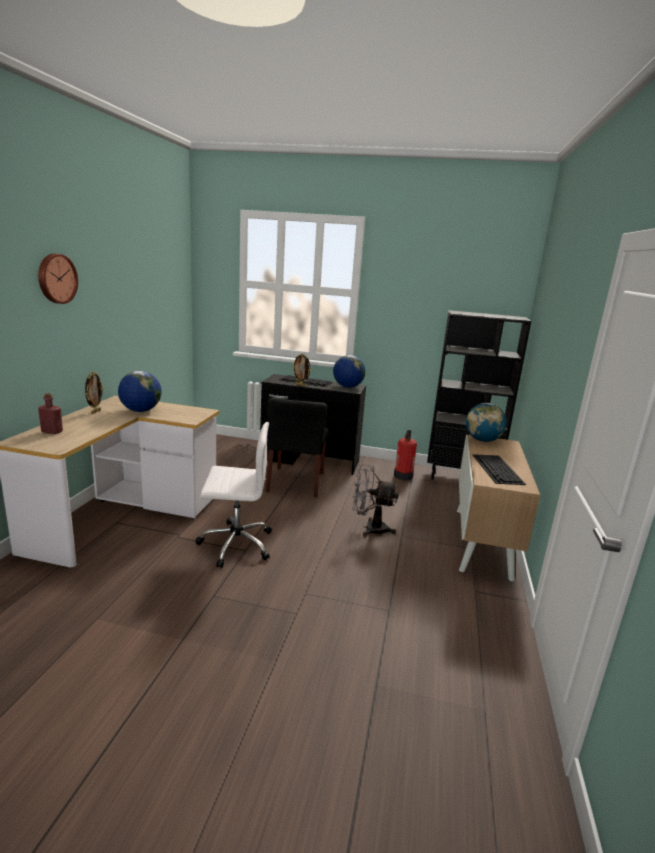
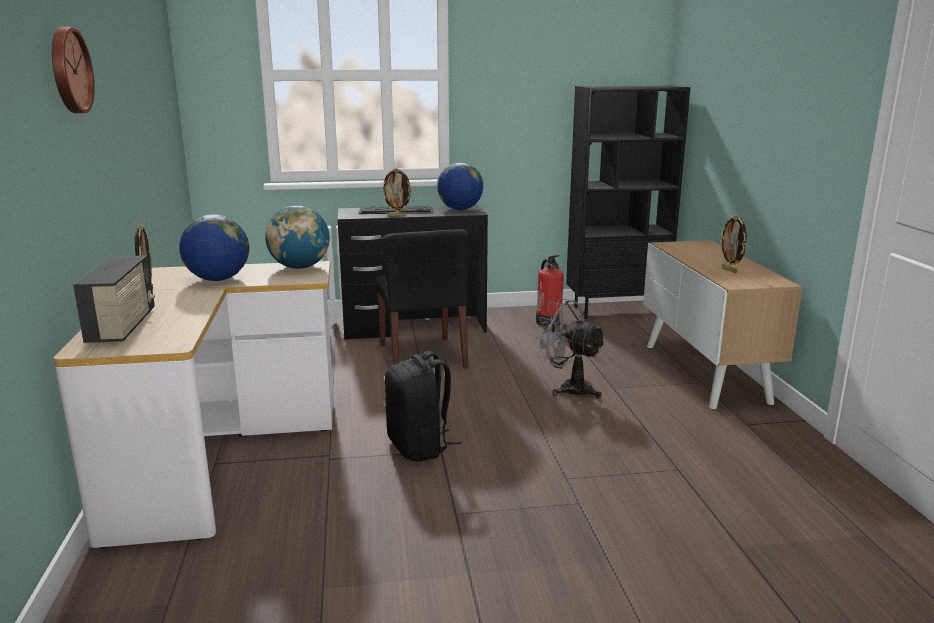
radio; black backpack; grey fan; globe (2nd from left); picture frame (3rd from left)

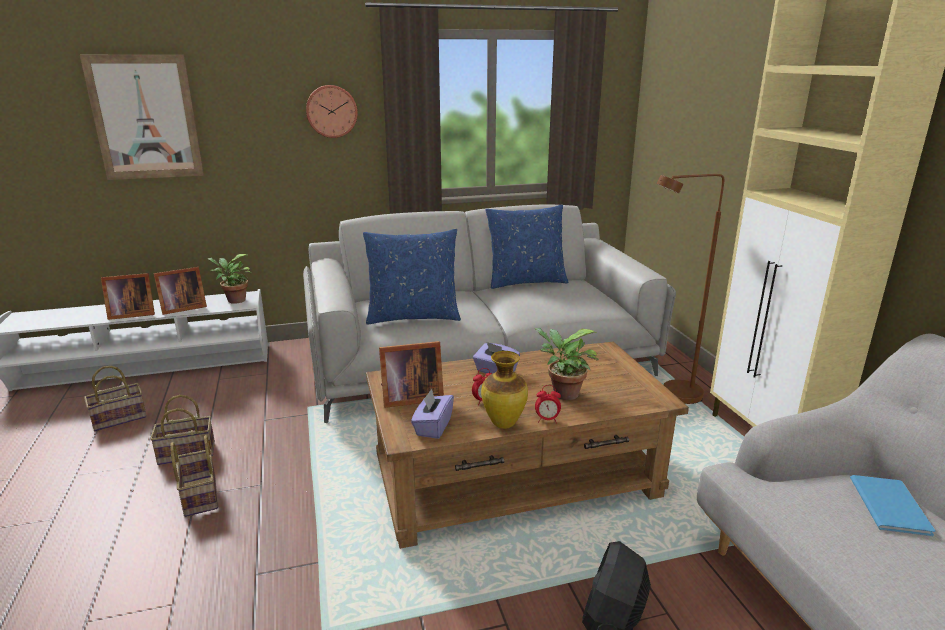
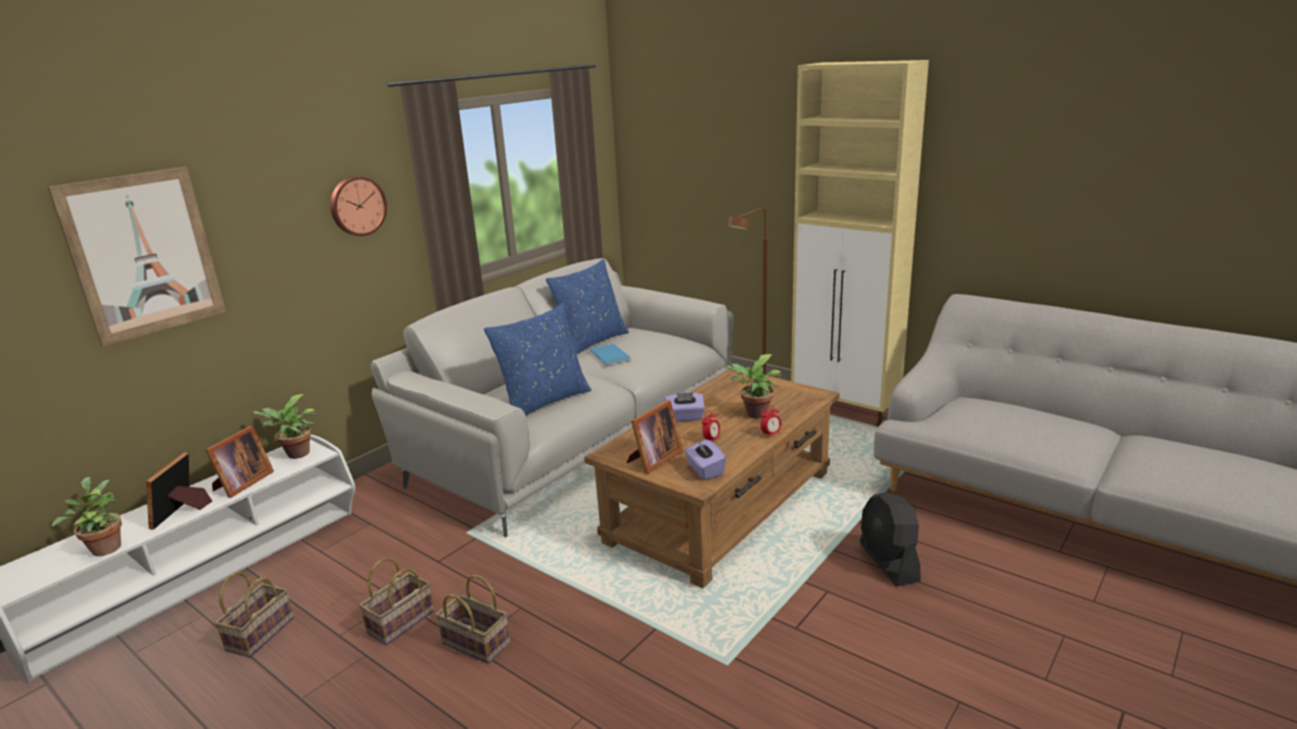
picture frame (1st from left); vase; blue book; potted plant (1st from left)

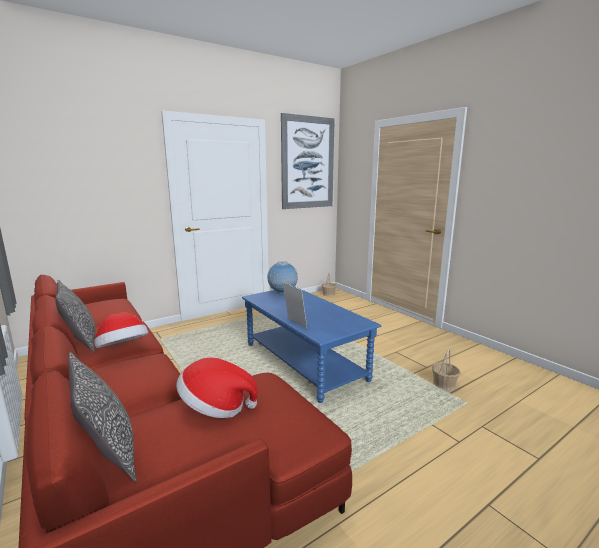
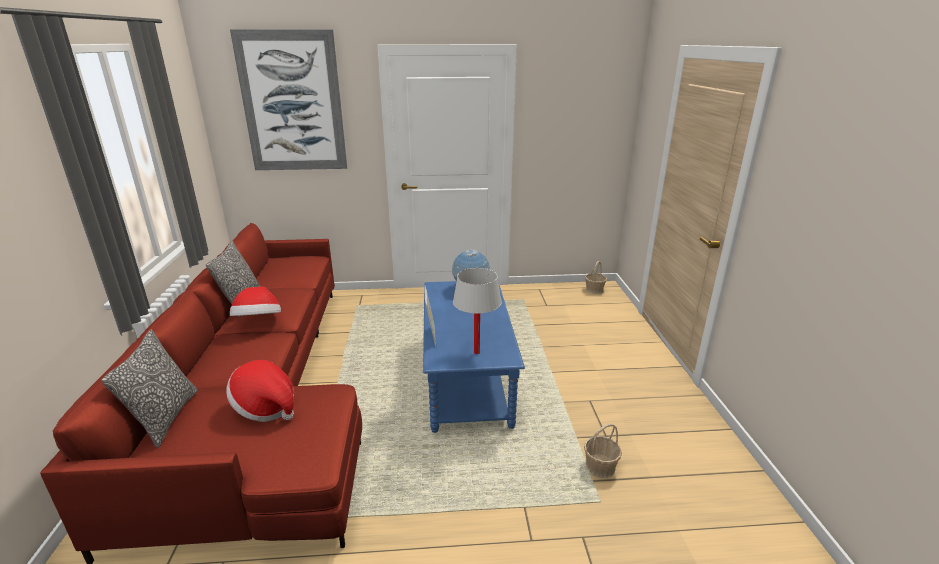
picture; white table lamp

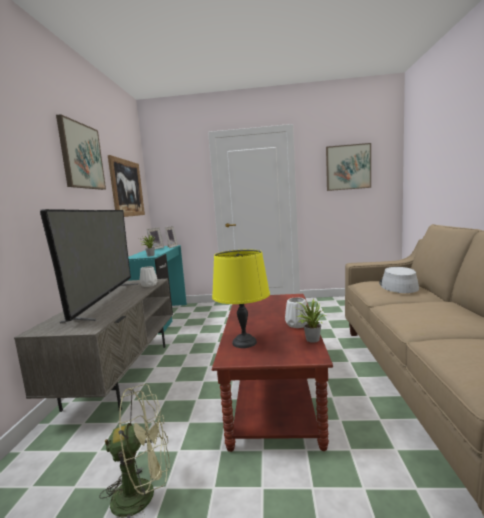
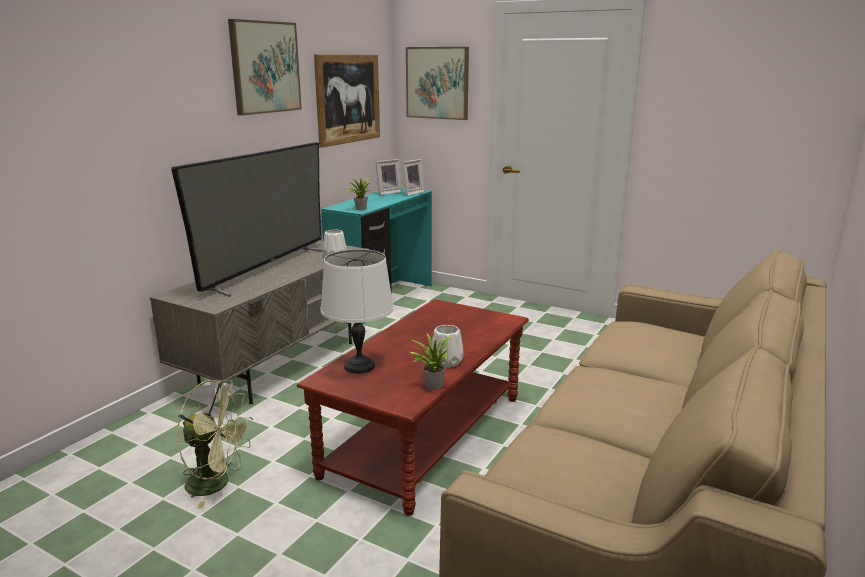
white table lamp; picture (3rd from left); grey hat

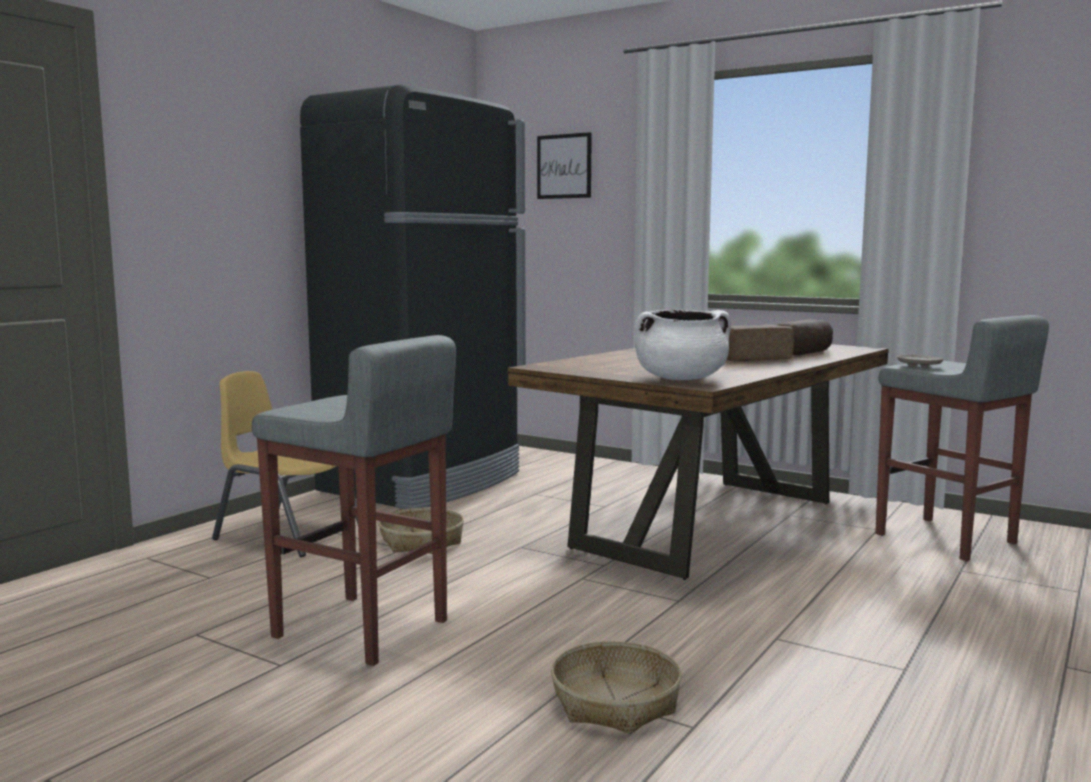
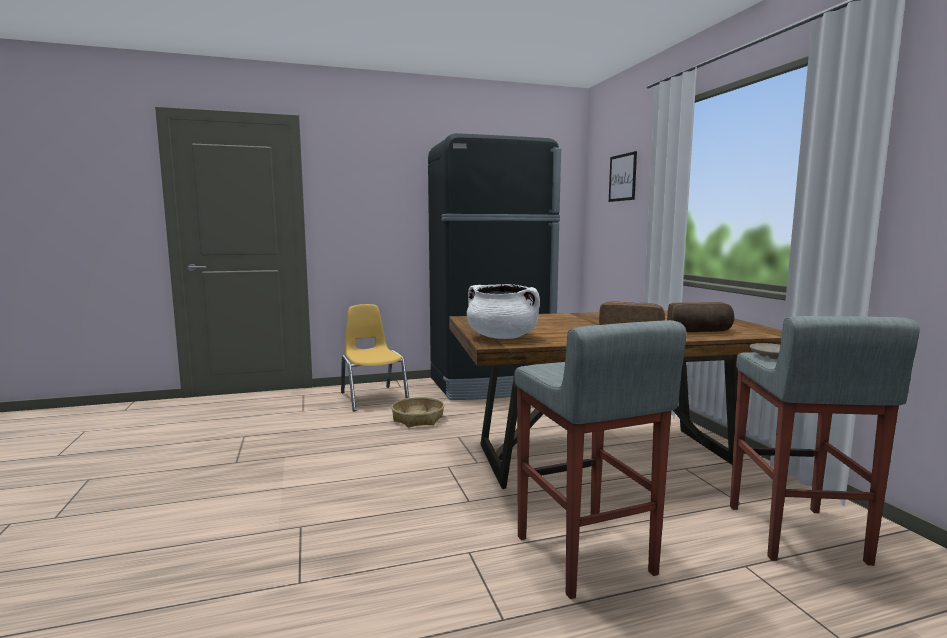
grey stool (1st from left); basket (2nd from left in the first image)

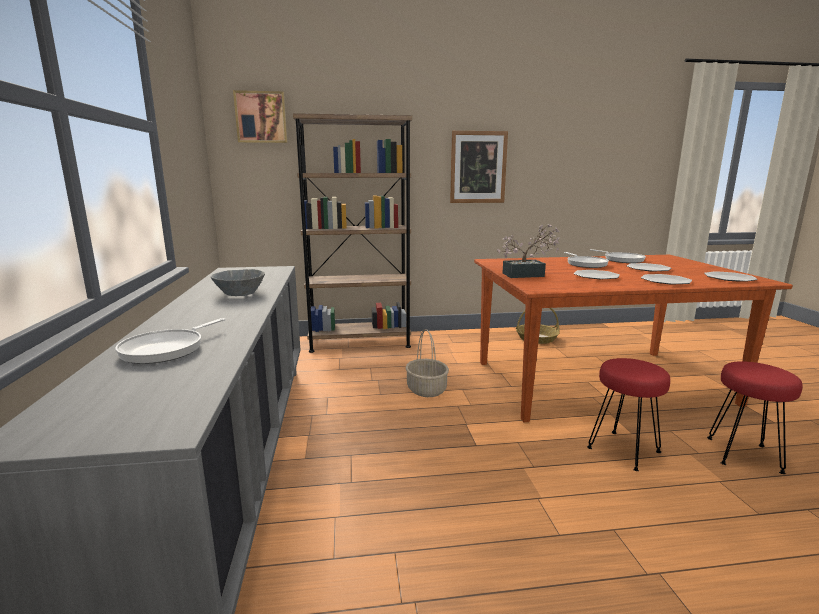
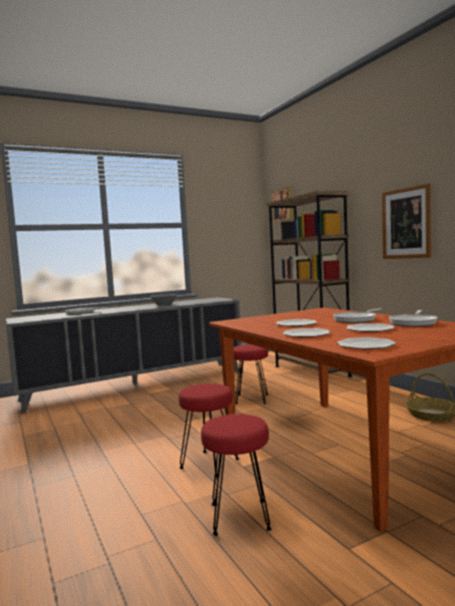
red stool (3rd from left); potted plant

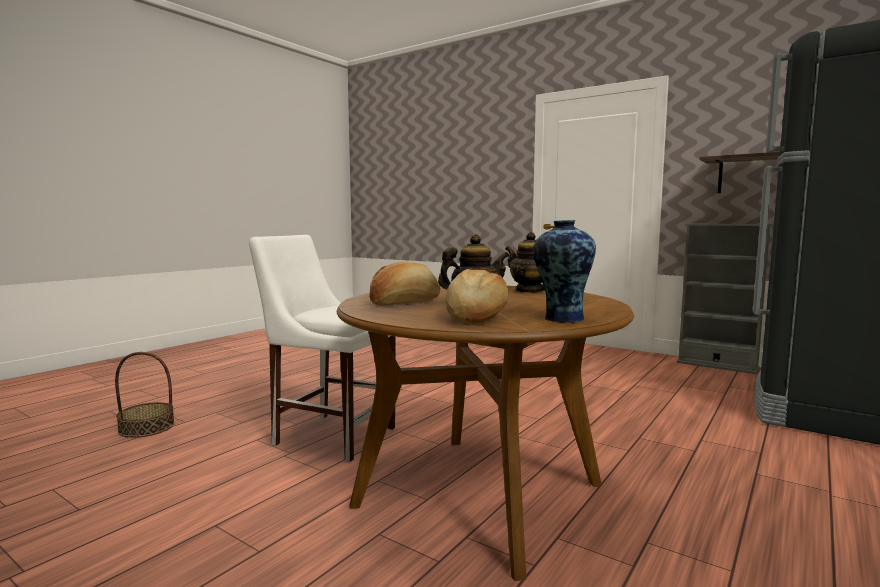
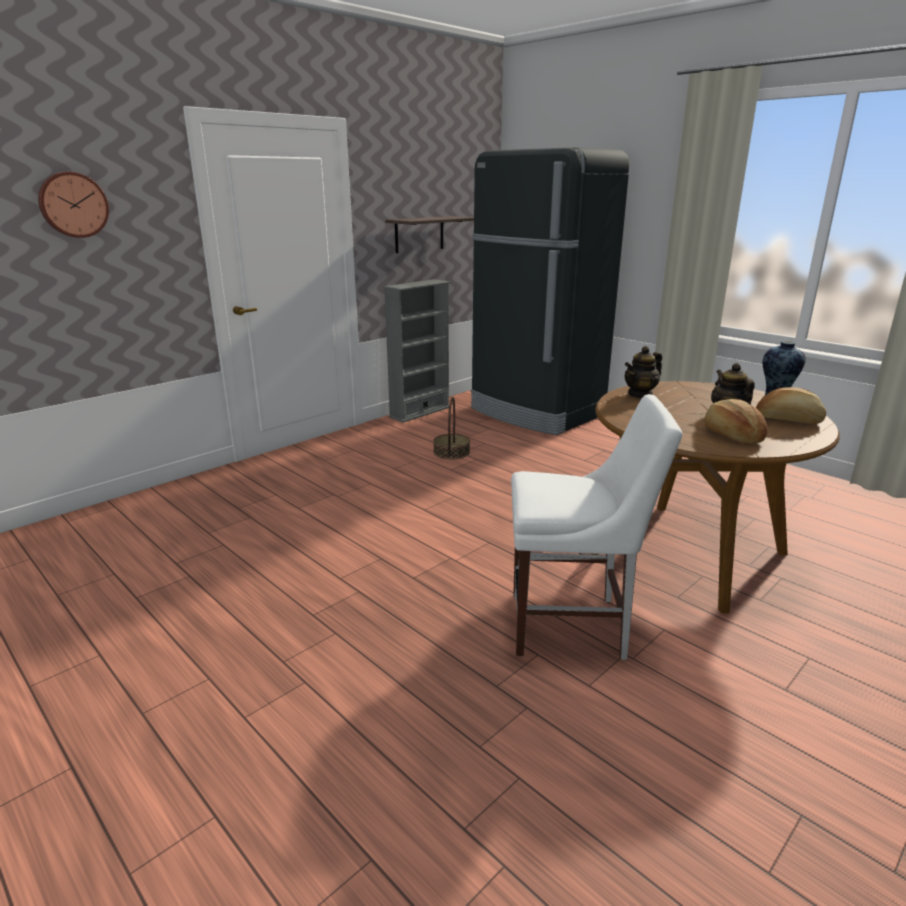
basket; white chair; wall clock

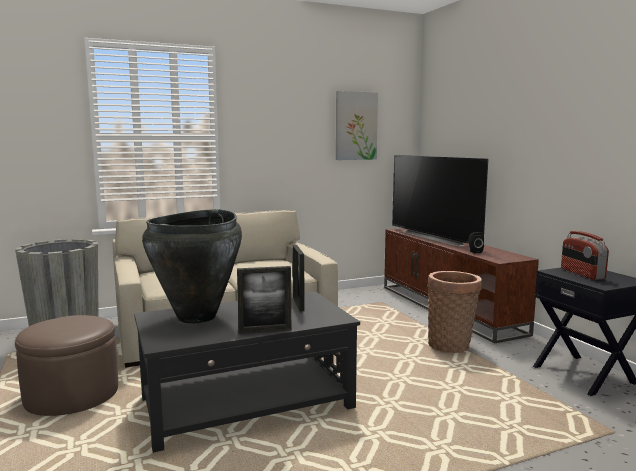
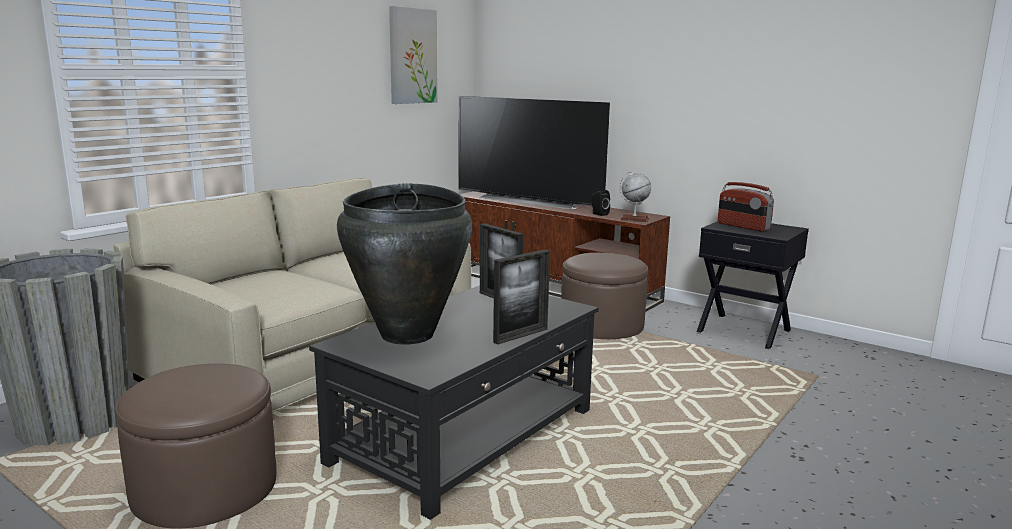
brown ottoman (2nd from left); globe

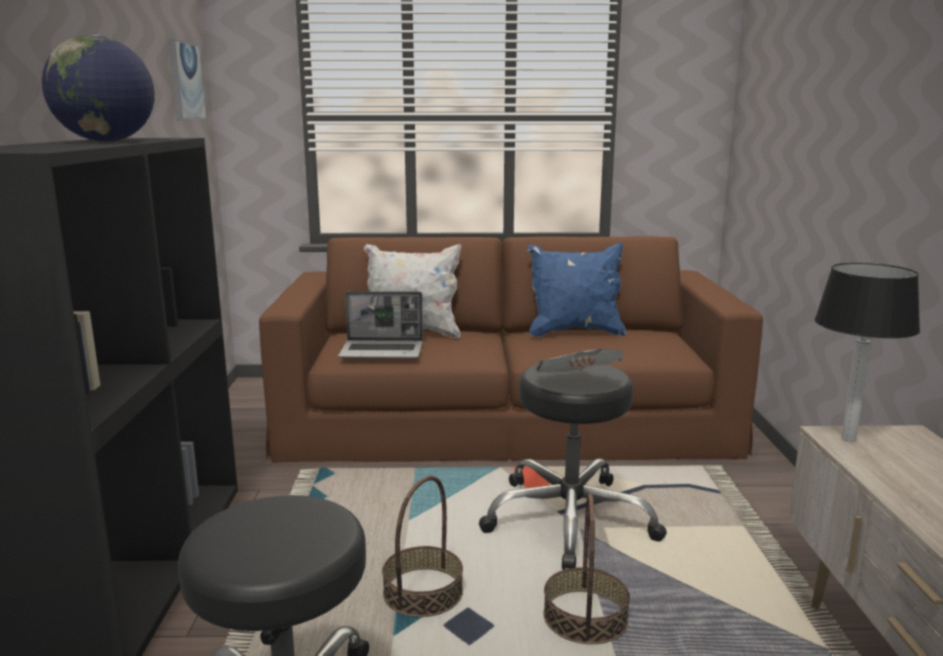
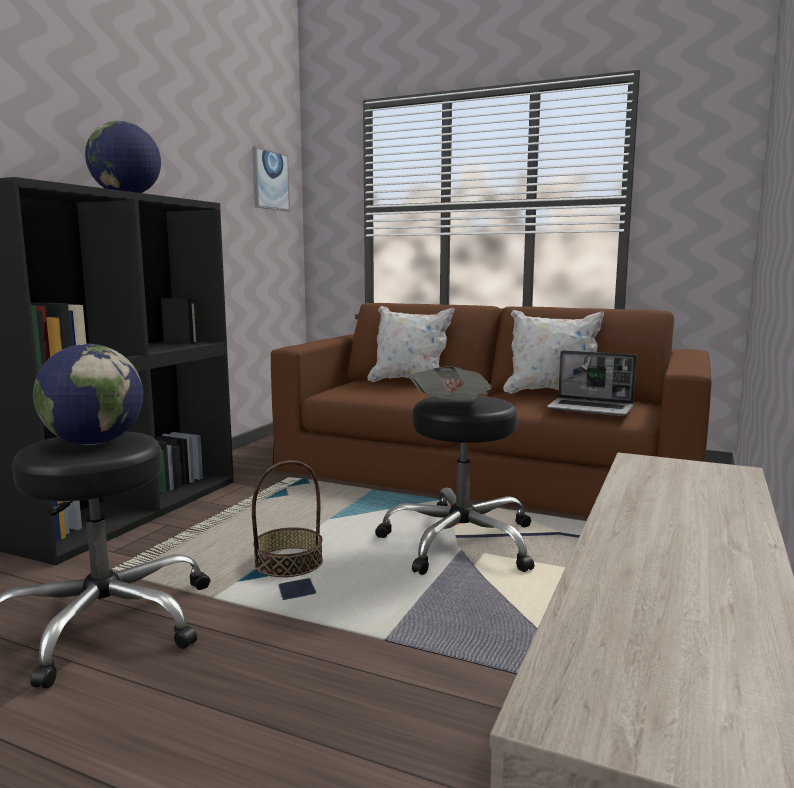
laptop; white pillow (2nd from left); basket (2nd from left in the first image); table lamp; globe (1st from left)

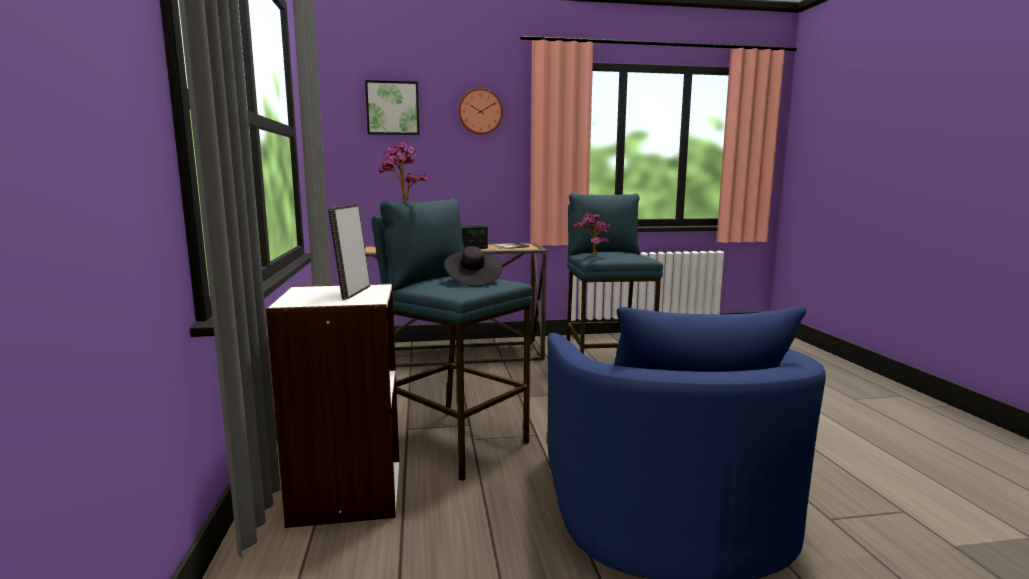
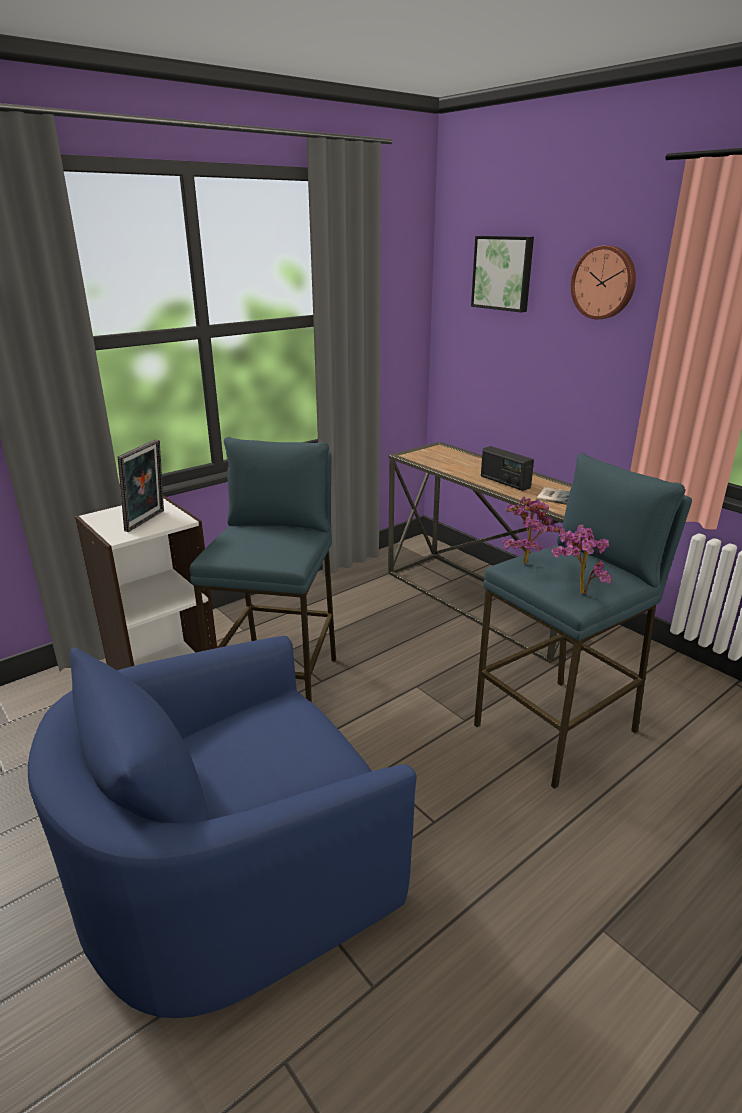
picture frame; potted plant (2nd from left); black hat

